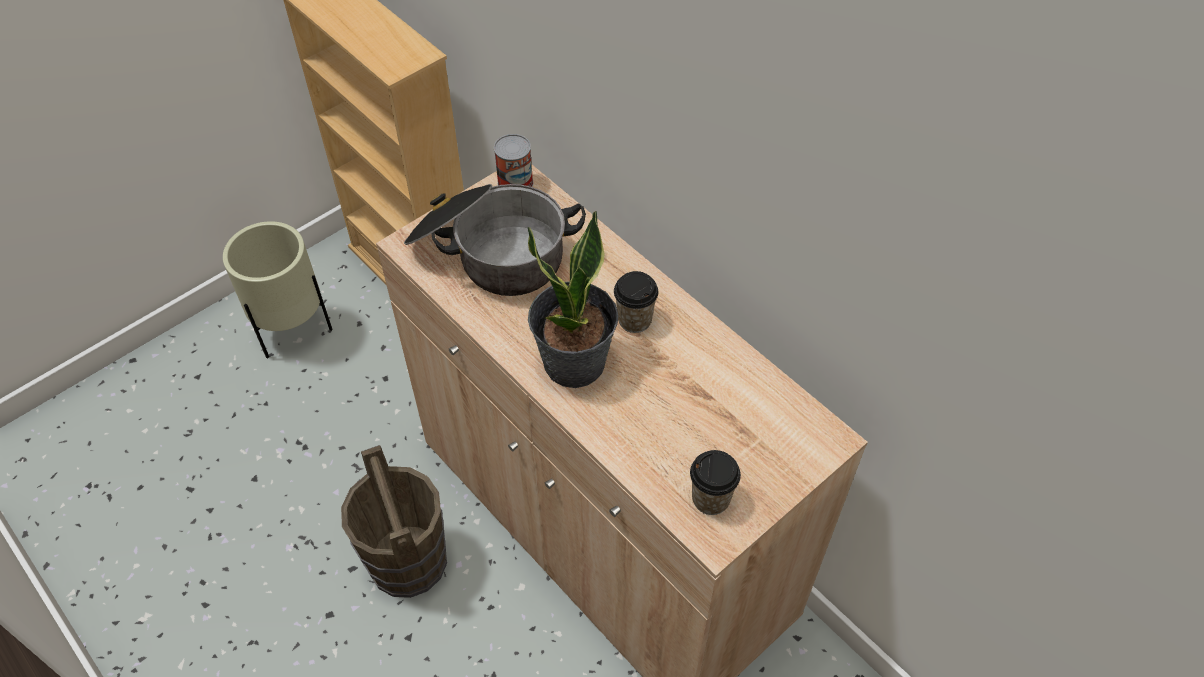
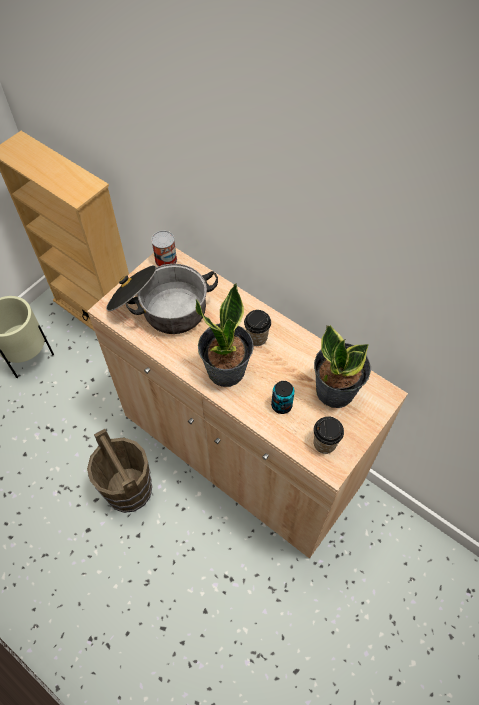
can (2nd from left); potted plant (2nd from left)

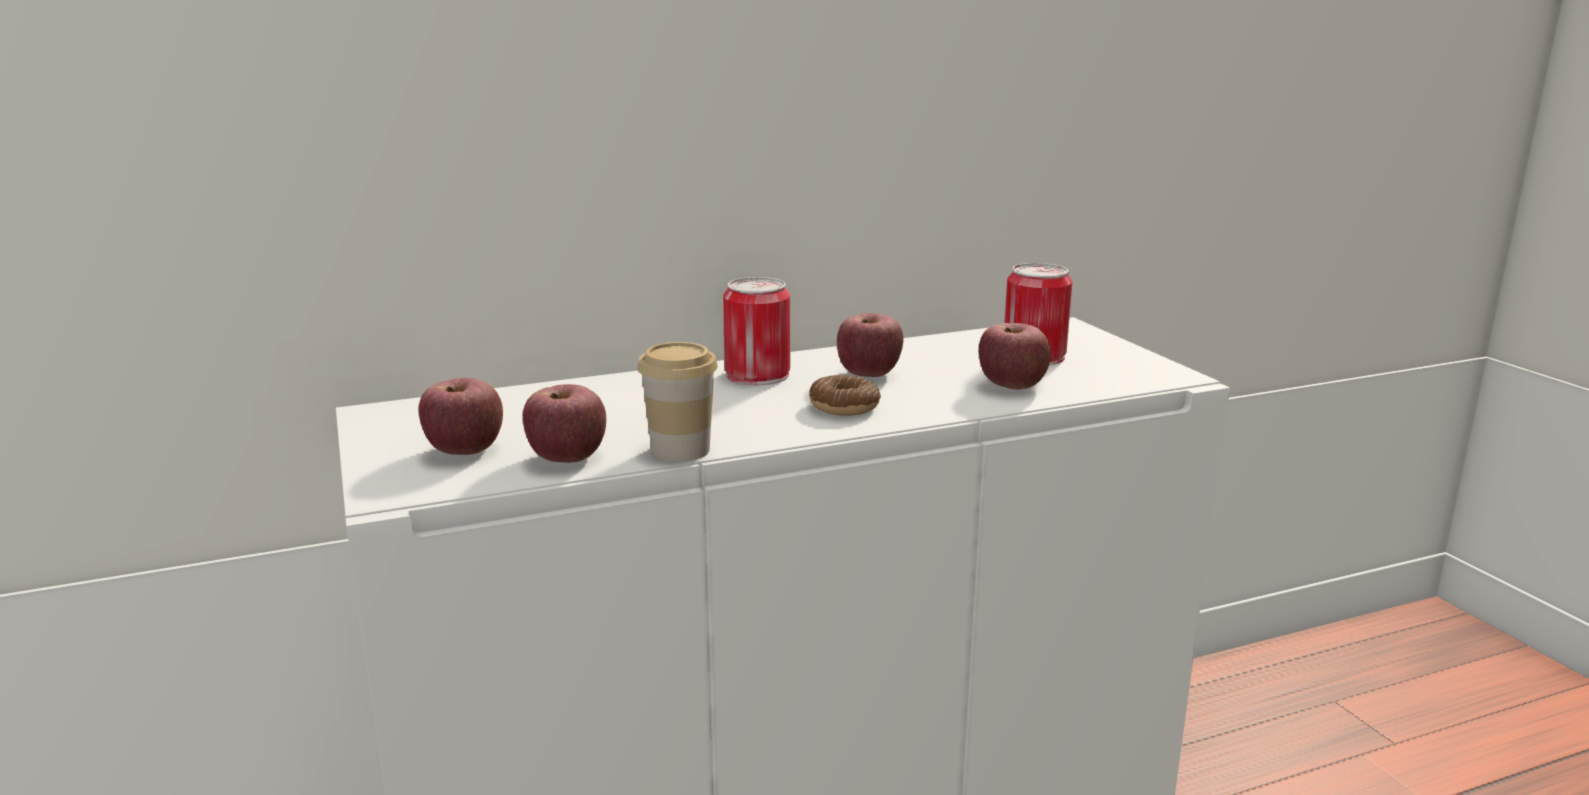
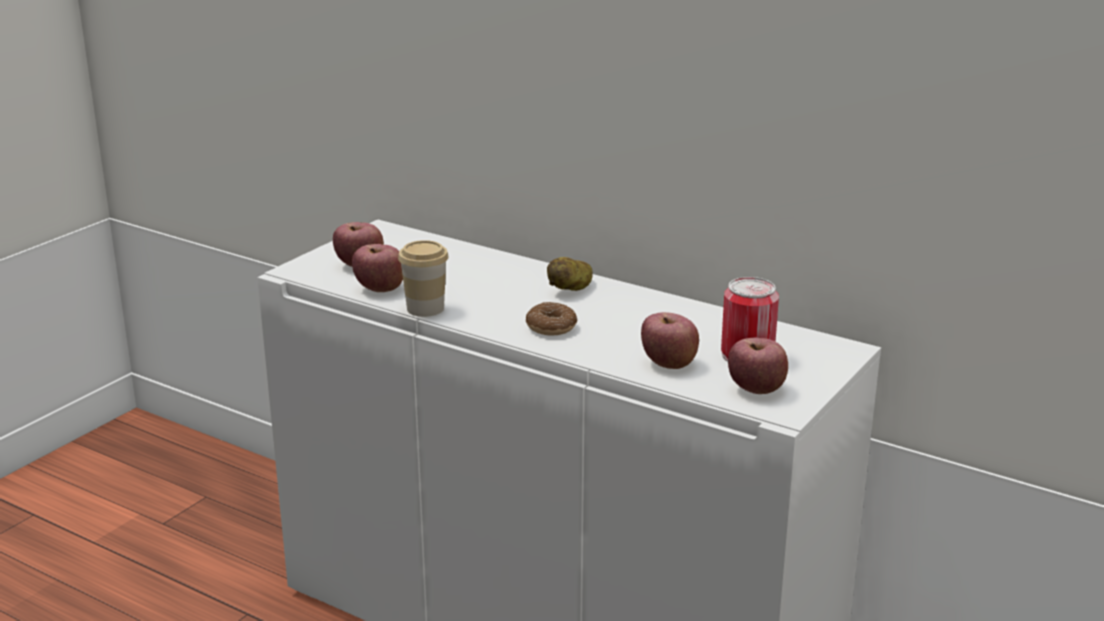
potato; apple (4th from left)

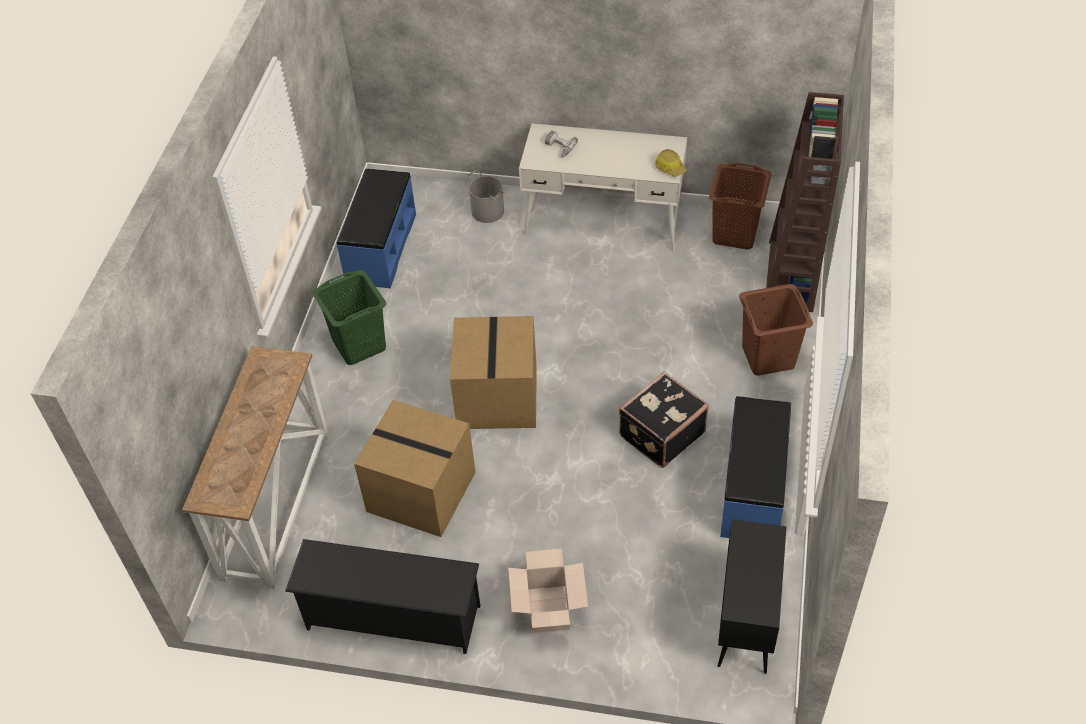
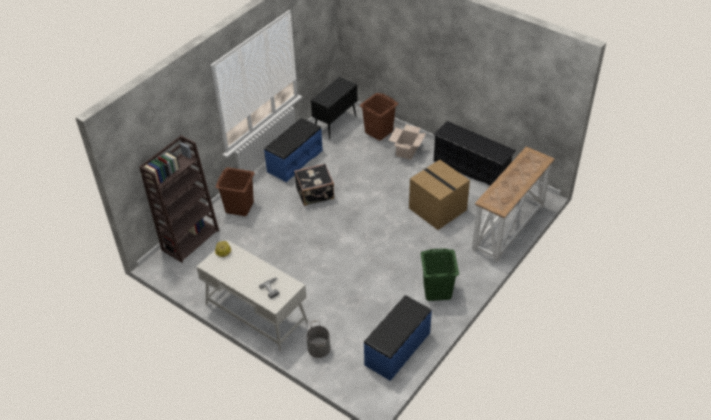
cardboard box (2nd from left in the first image); brown laundry basket (2nd from left)

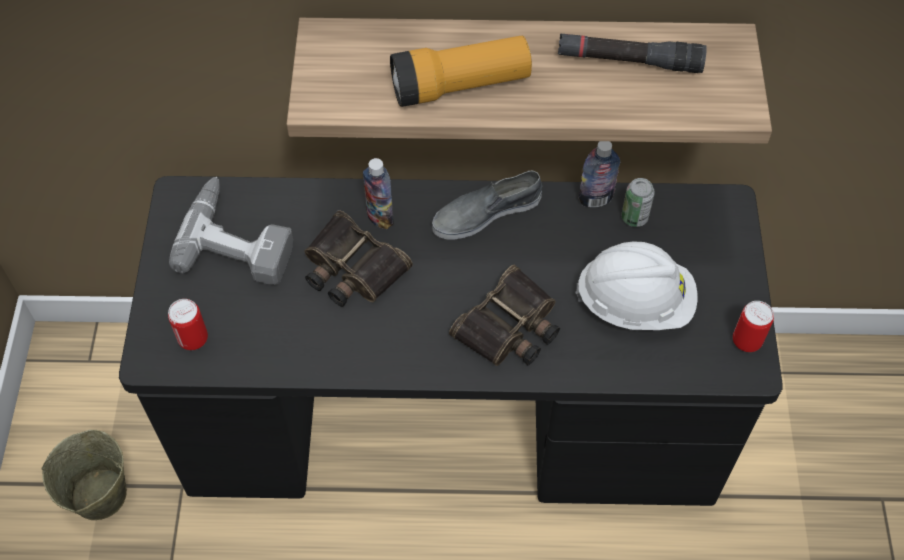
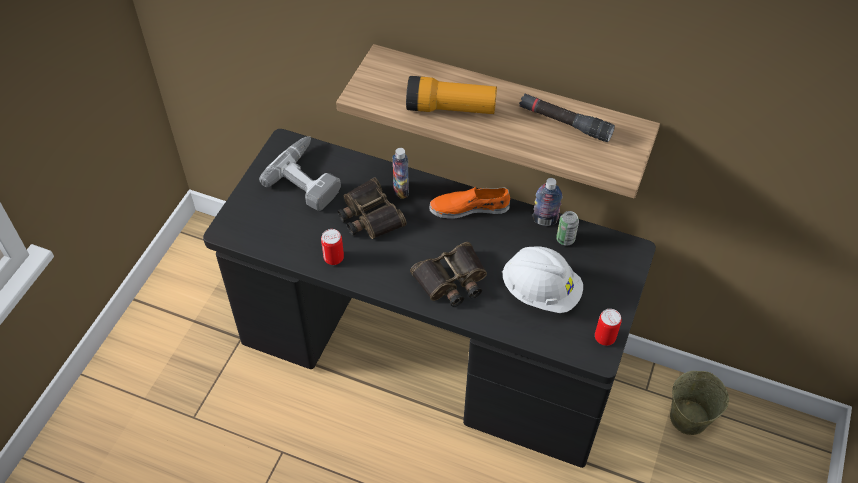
beige bucket; can (1st from left); orange shoe

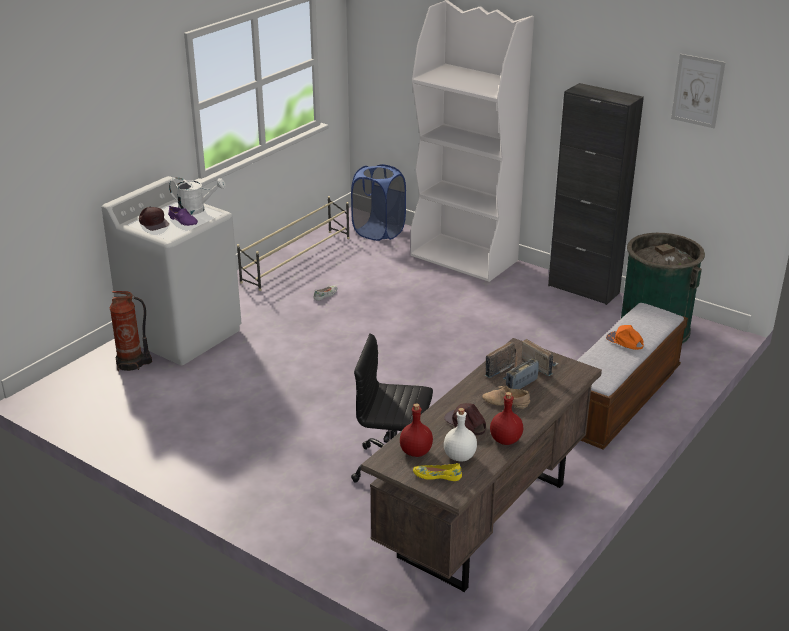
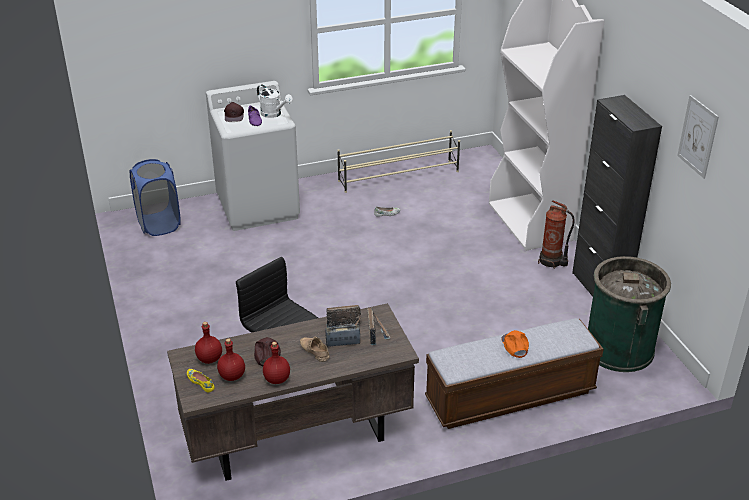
fire extinguisher; blue laundry basket; red bottle (2nd from left)

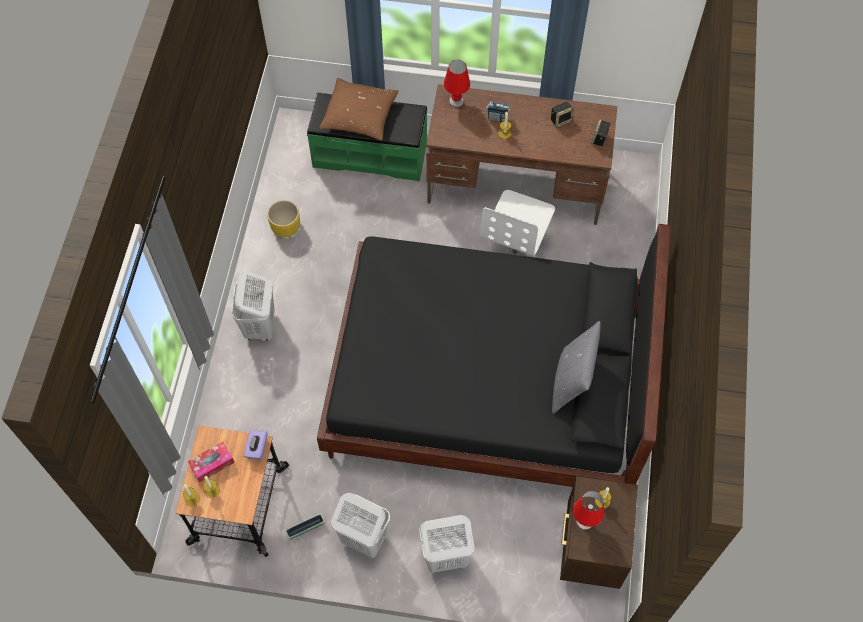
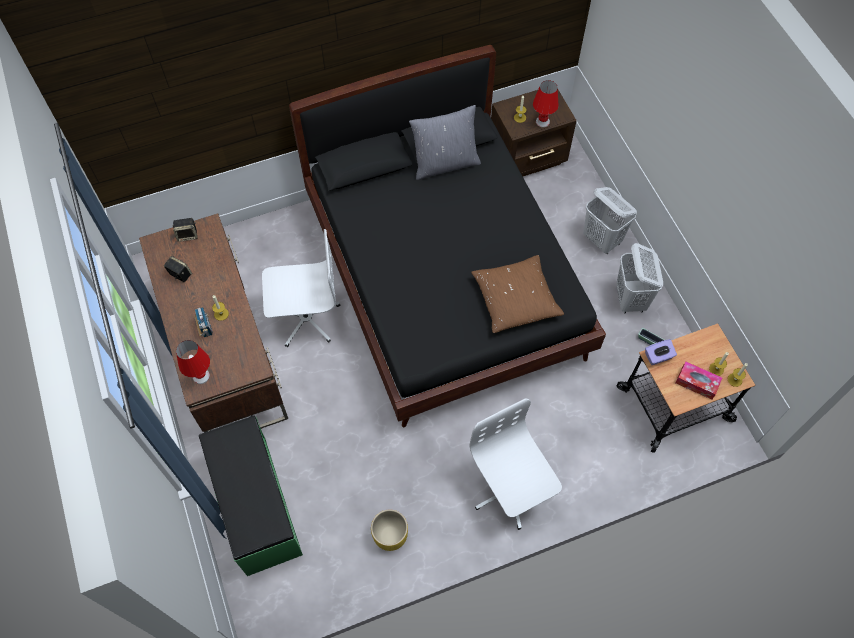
white office chair (2nd from left); brown pillow

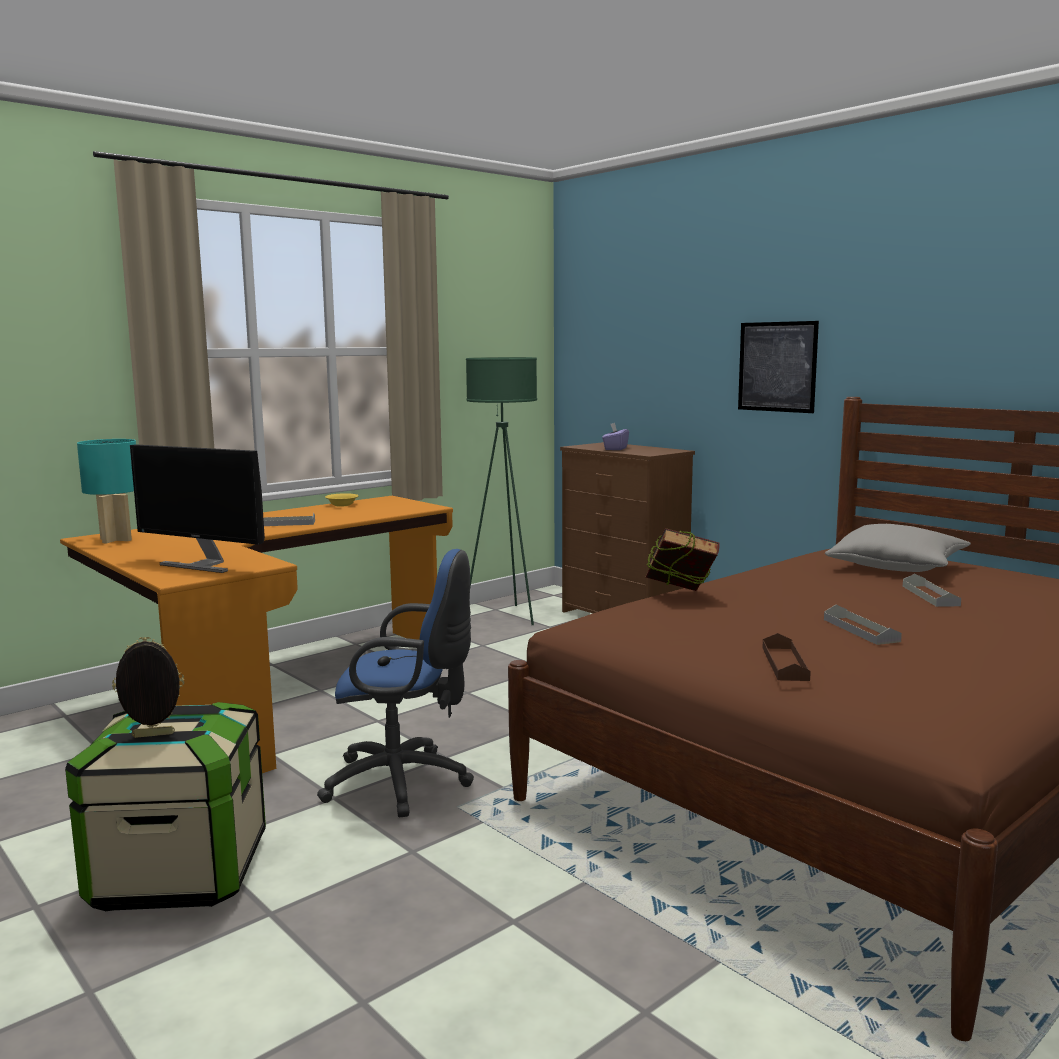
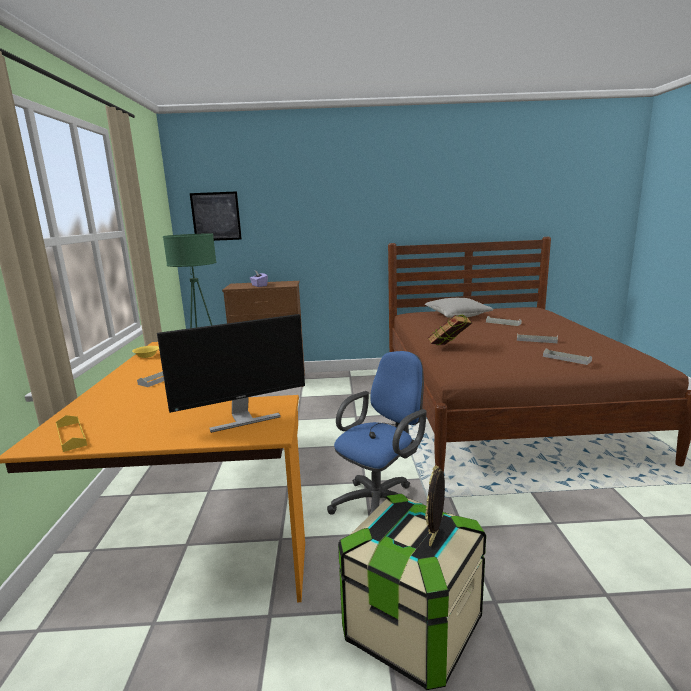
yellow tray; picture; grey tray (4th from left)

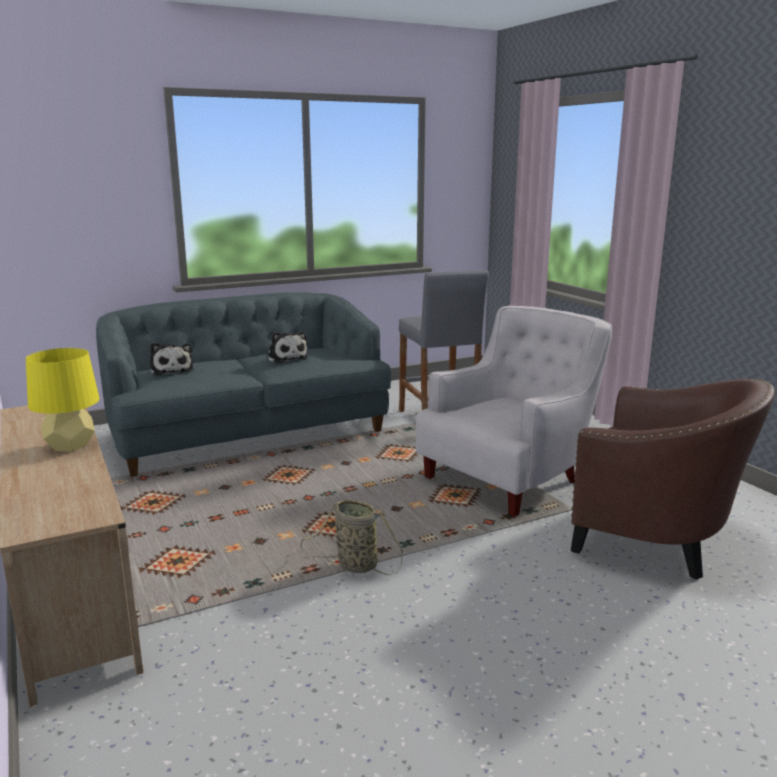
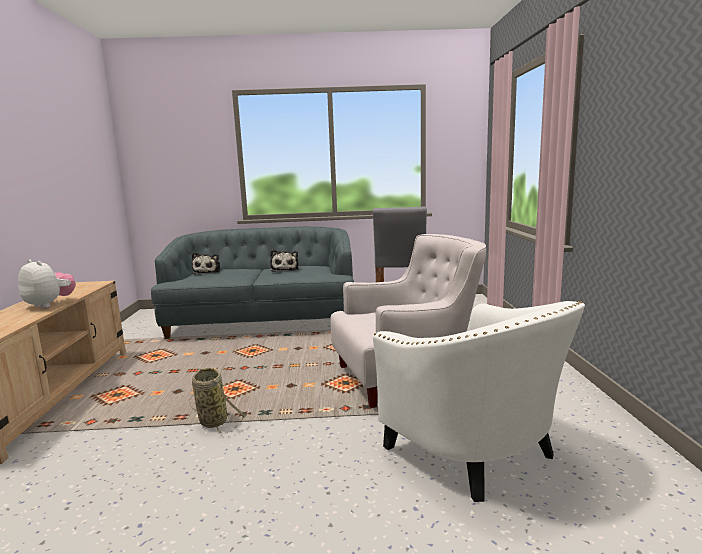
plush toy (1st from left); white armchair (2nd from left)

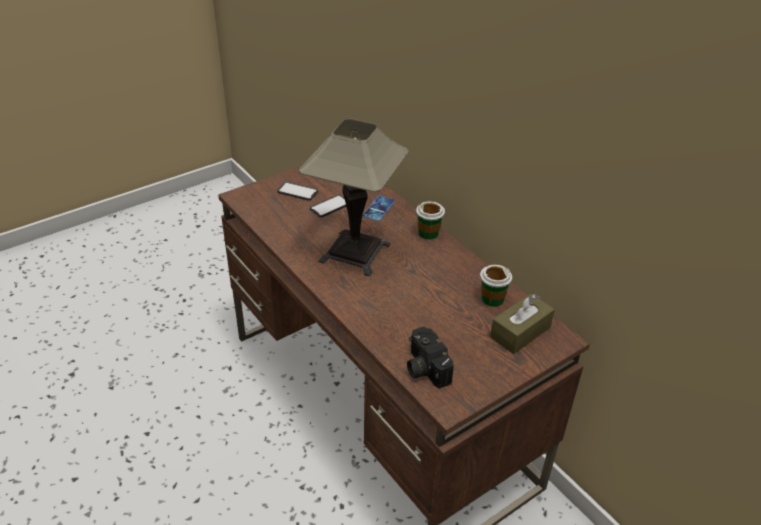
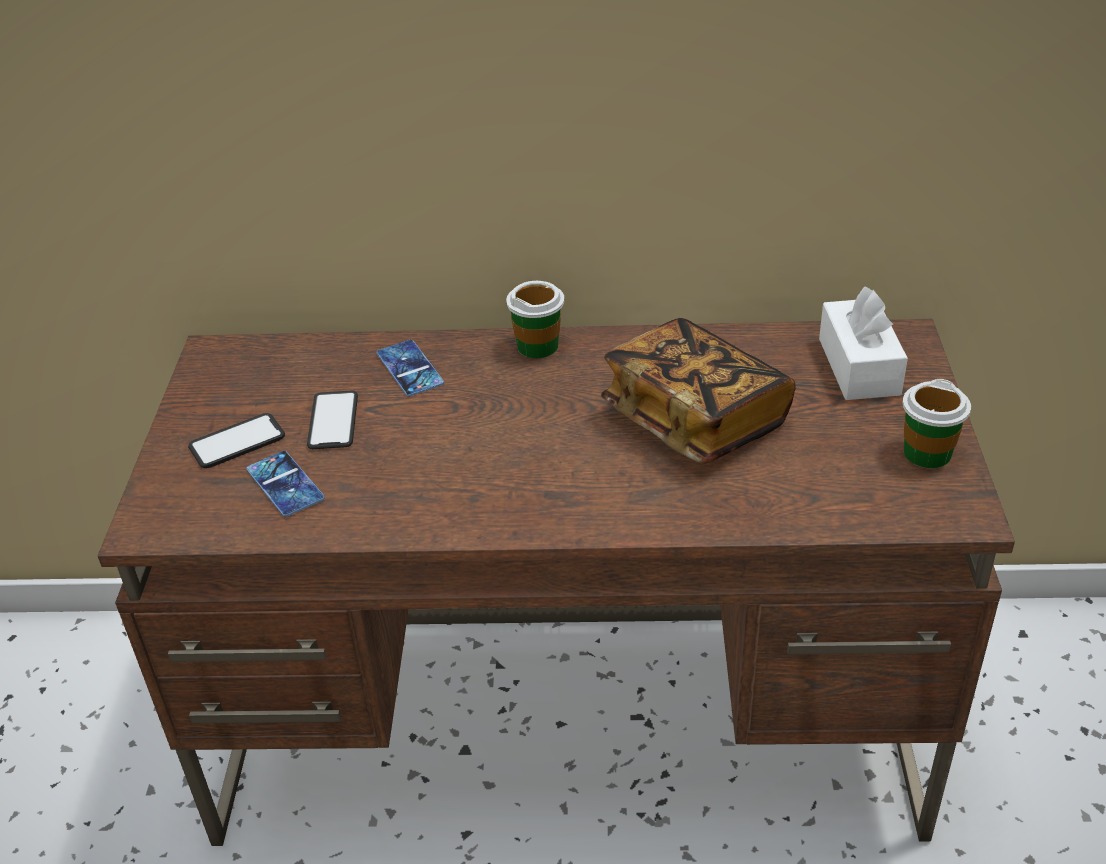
table lamp; photo camera; cup (2nd from left); white tissue box; phone (2nd from left); book

